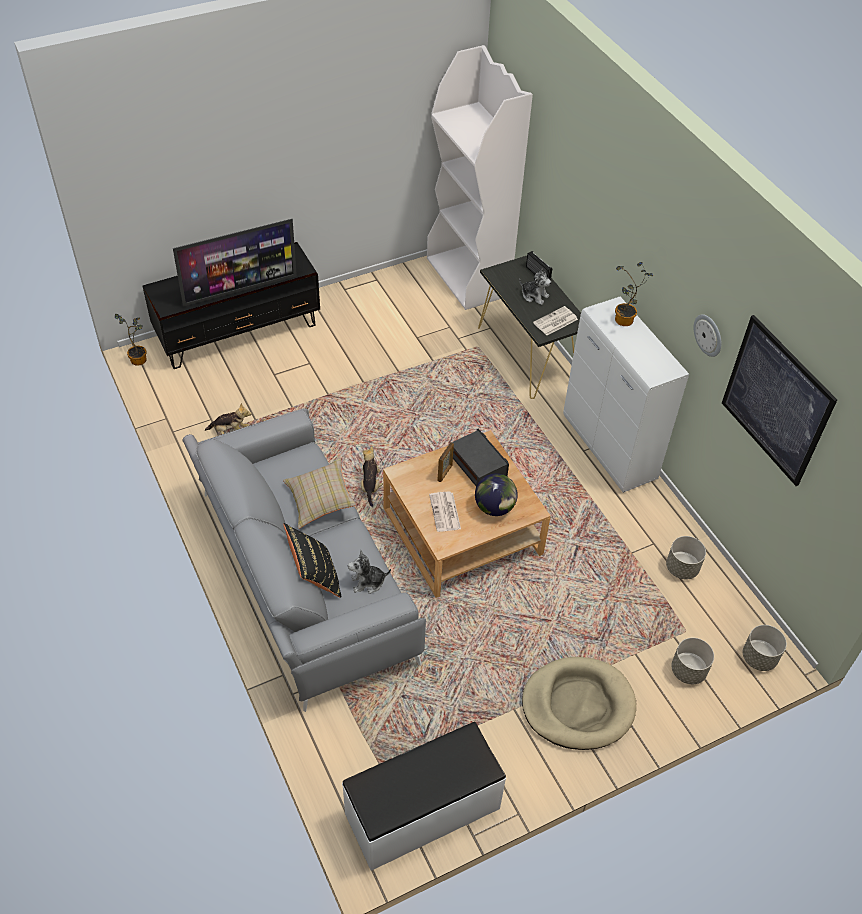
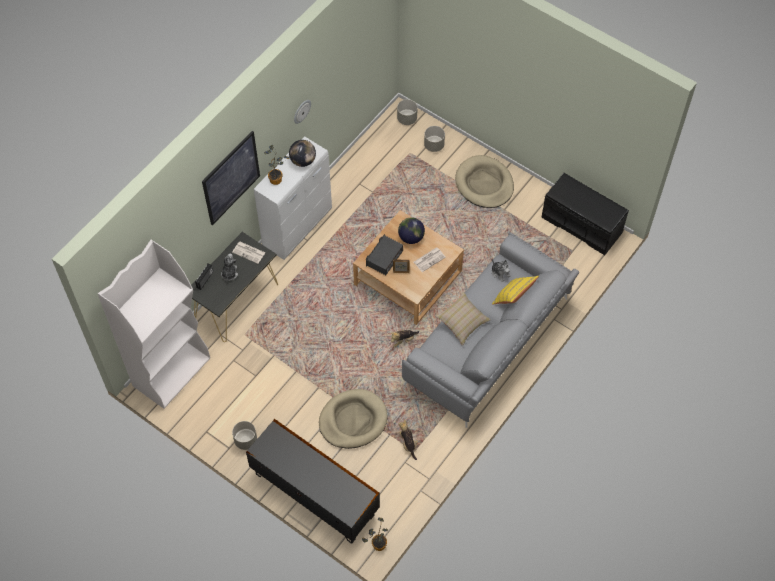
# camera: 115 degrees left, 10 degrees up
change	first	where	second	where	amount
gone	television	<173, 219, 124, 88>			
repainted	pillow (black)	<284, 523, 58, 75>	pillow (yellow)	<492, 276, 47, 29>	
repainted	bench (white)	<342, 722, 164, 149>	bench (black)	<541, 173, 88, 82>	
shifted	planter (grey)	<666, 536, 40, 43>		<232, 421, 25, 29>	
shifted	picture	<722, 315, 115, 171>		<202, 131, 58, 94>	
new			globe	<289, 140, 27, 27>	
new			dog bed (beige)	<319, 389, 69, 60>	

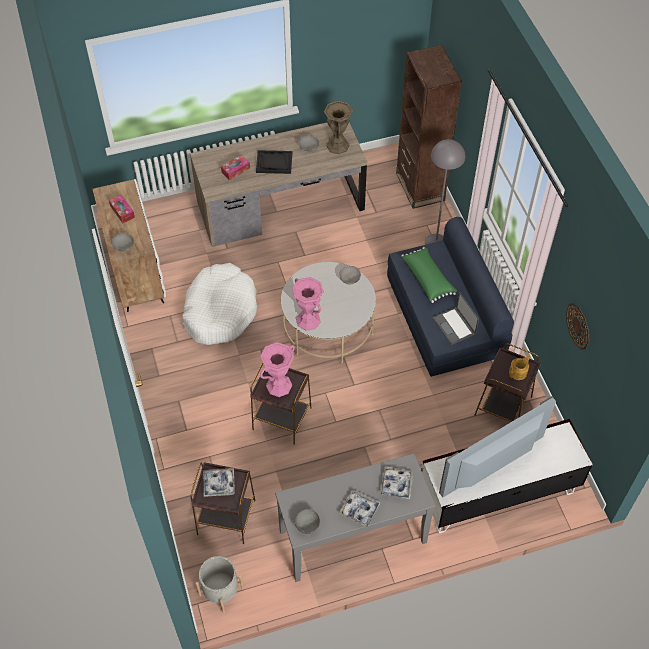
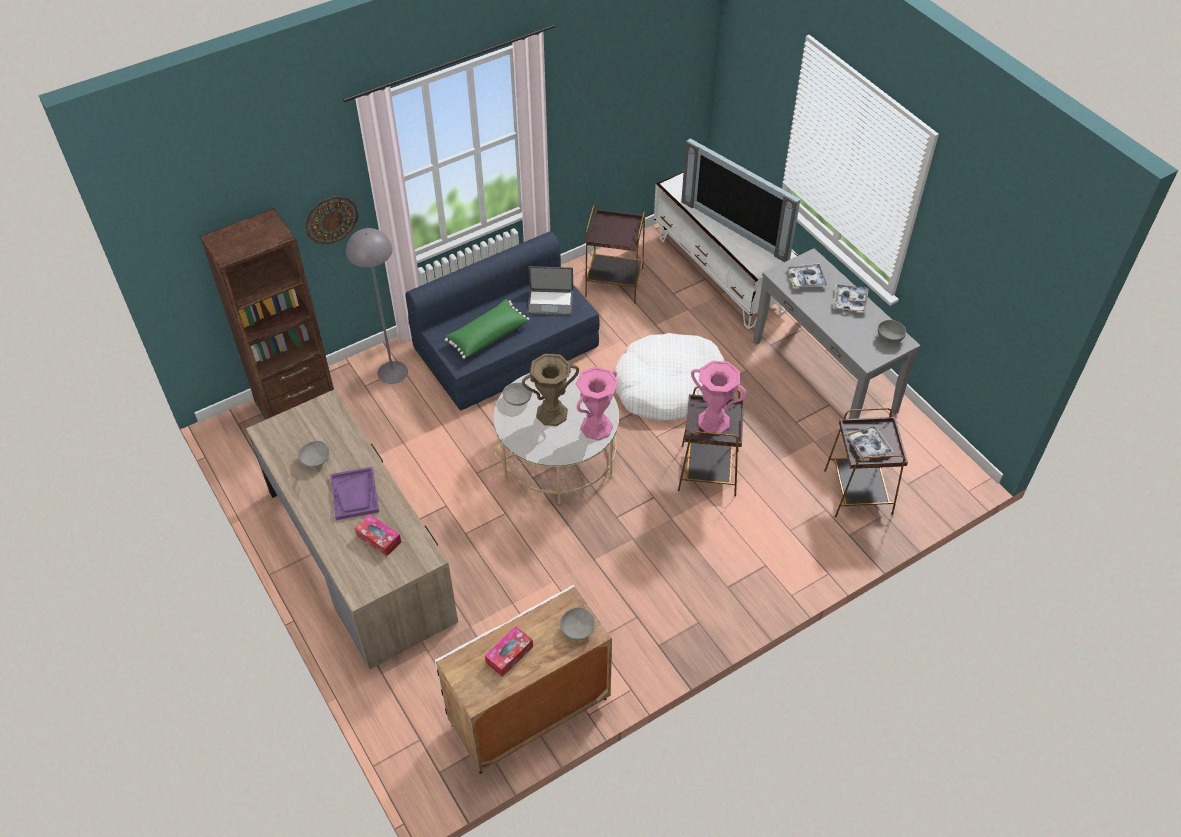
# camera: 105 degrees left, 5 degrees down
change	first	where	second	where	amount
shifted	dog bed (white)	<182, 263, 75, 82>		<613, 333, 111, 88>	
gone	planter (grey)	<196, 556, 48, 58>			
repainted	tray (black)	<256, 150, 36, 24>	tray (purple)	<330, 467, 49, 53>	
shifted	vase (brown)	<324, 100, 29, 54>		<522, 354, 57, 72>	
rotated	laptop	<433, 292, 46, 53>		<527, 266, 46, 50>	45 degrees clockwise
gone	teapot	<509, 355, 21, 25>			
shifted	wall clock	<566, 303, 23, 47>		<305, 196, 54, 48>	

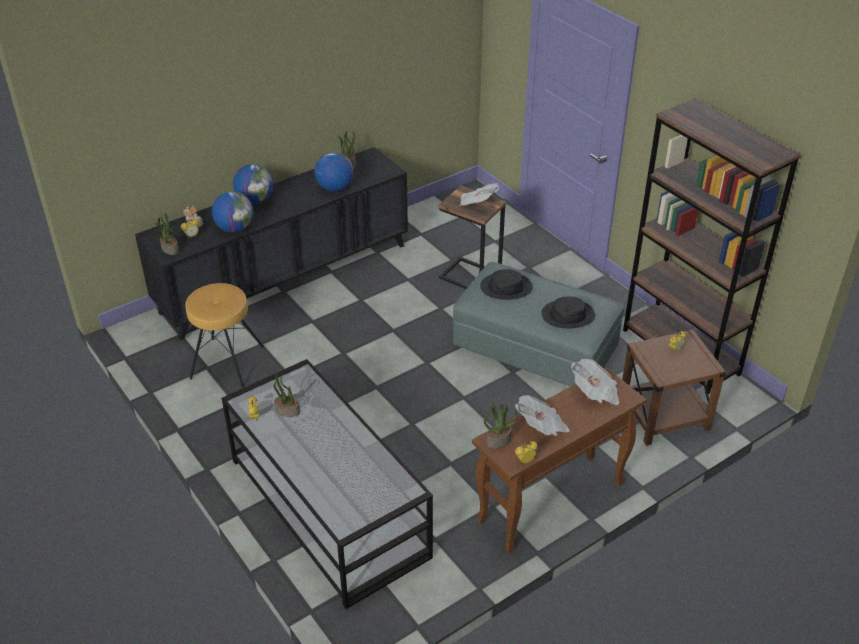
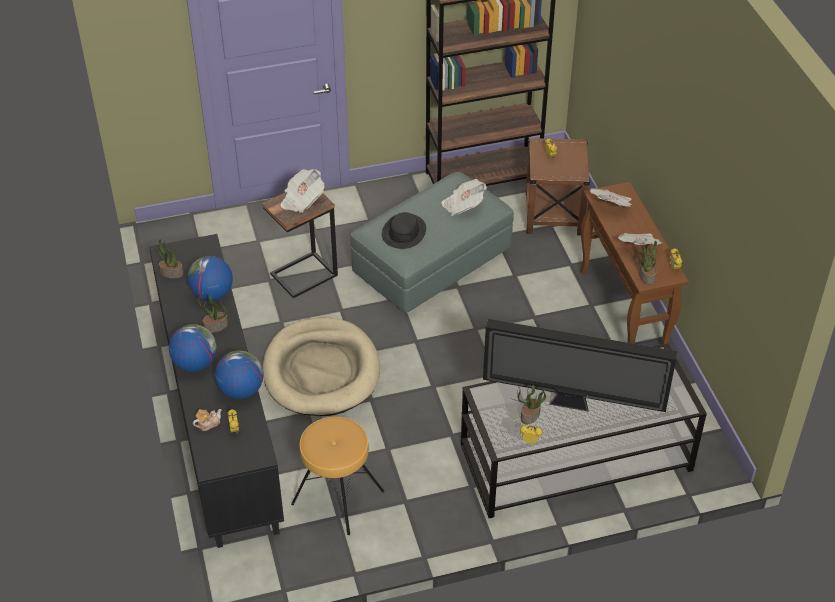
# camera: 70 degrees left, 5 degrees up
change	first	where	second	where	amount
shifted	potted plant	<155, 213, 24, 42>		<198, 295, 30, 38>	
swapped	hat (black)	<541, 296, 54, 32>	newspaper	<441, 179, 46, 37>	
new			dog bed (beige)	<263, 318, 117, 98>	
new			television	<483, 319, 194, 93>	

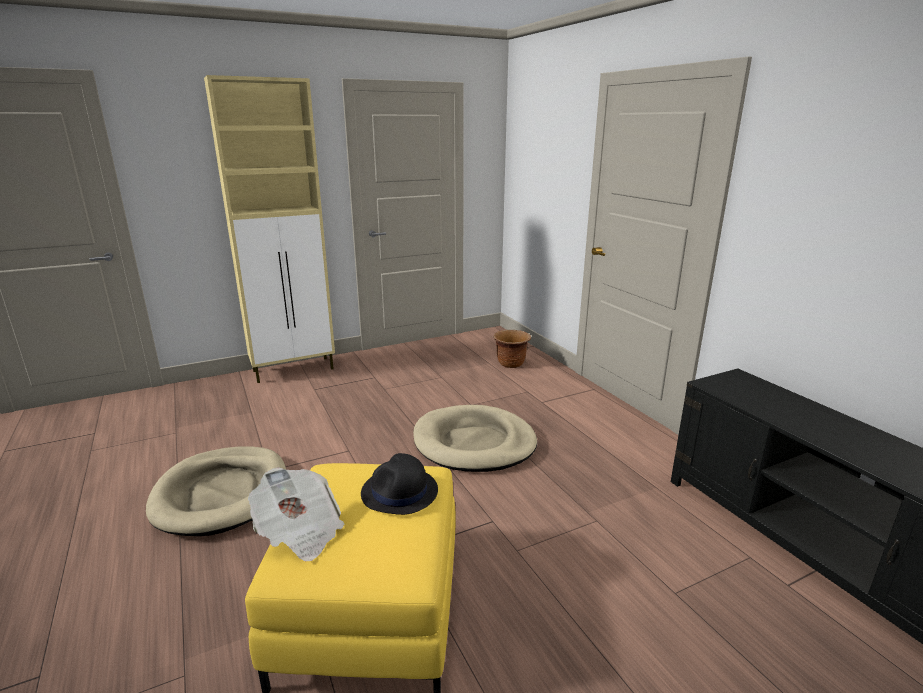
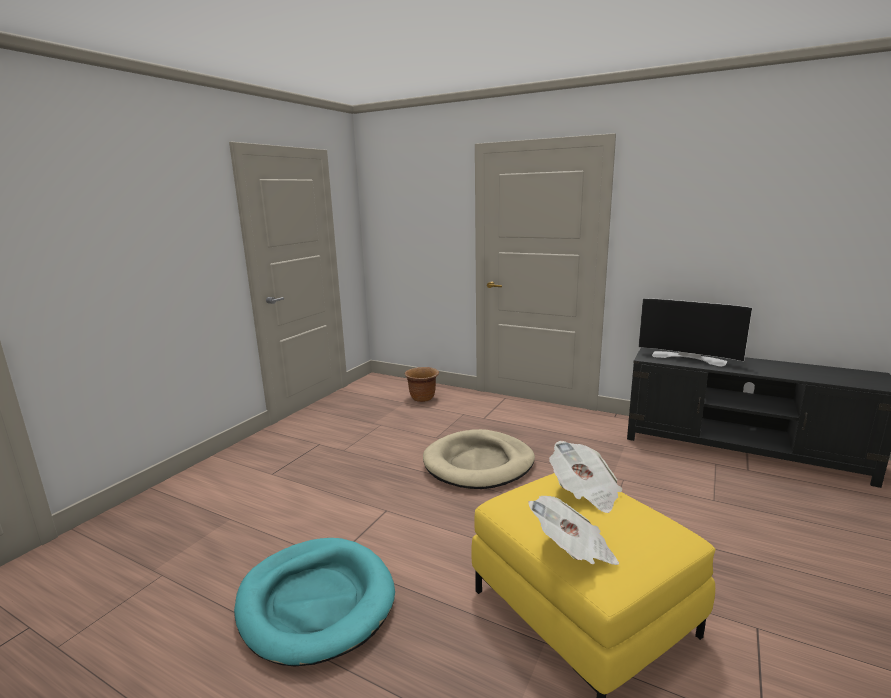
# camera: 35 degrees left, 5 degrees down
change	first	where	second	where	amount
repainted	dog bed (beige)	<146, 446, 140, 90>	dog bed (turquoise)	<234, 538, 161, 129>	
gone	cabinet (beige)	<204, 75, 131, 308>			
swapped	hat (black)	<361, 453, 77, 62>	newspaper	<549, 441, 73, 72>	
new			television	<638, 298, 115, 69>	

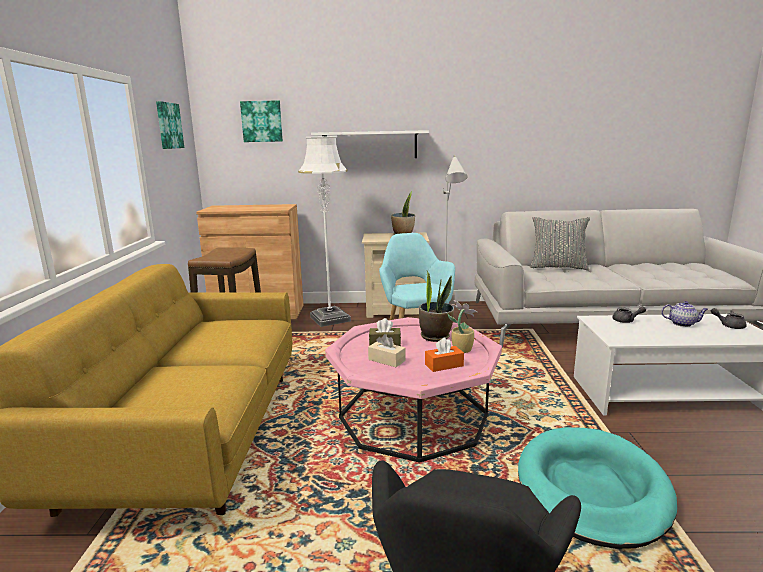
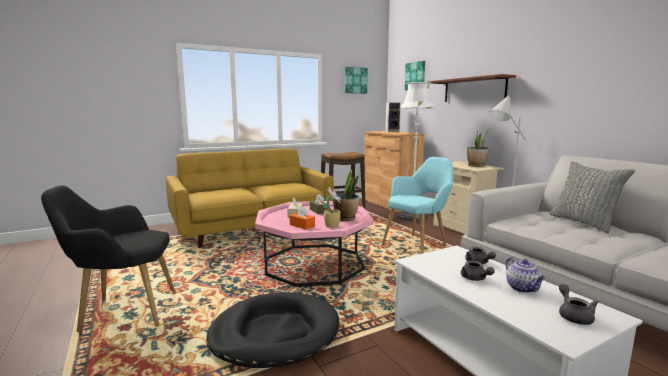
# camera: 60 degrees right, 5 degrees down
change	first	where	second	where	amount
repainted	shelf (white)	<311, 130, 118, 28>	shelf (brown)	<427, 74, 89, 28>	
repainted	dog bed (turquoise)	<518, 427, 159, 122>	dog bed (black)	<206, 293, 133, 75>	
new			speaker	<385, 102, 16, 30>	
new			teapot (grey)	<461, 260, 34, 21>	

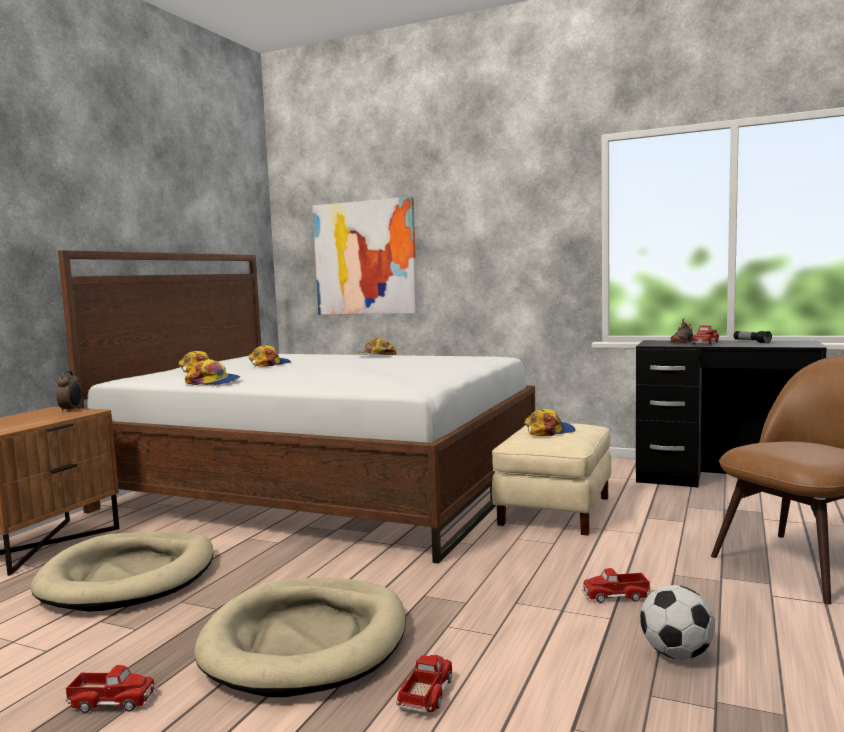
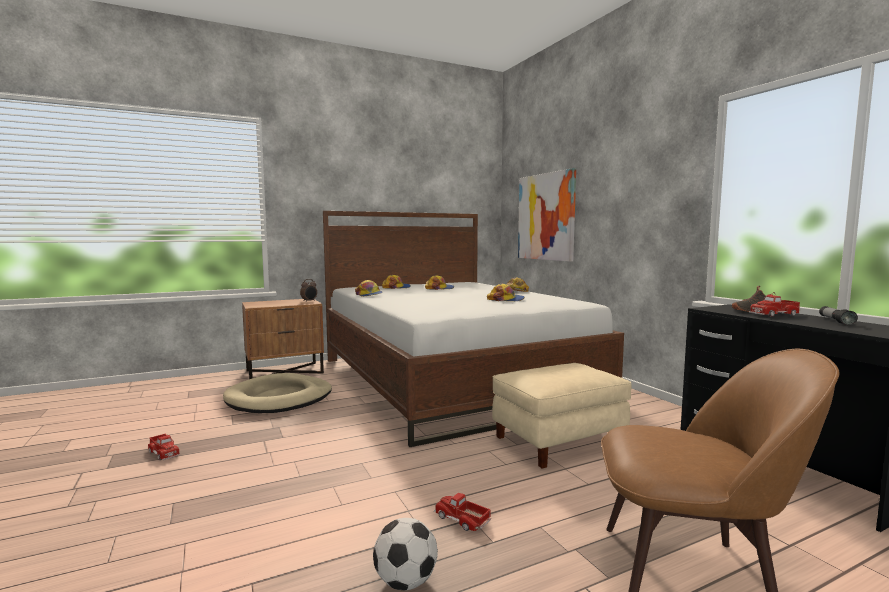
# camera: 40 degrees right, 0 degrees up
change	first	where	second	where	amount
gone	dog bed (beige)	<194, 578, 212, 119>			
gone	toy truck	<396, 655, 56, 58>			
shifted	cap	<525, 409, 50, 27>		<487, 284, 38, 17>	

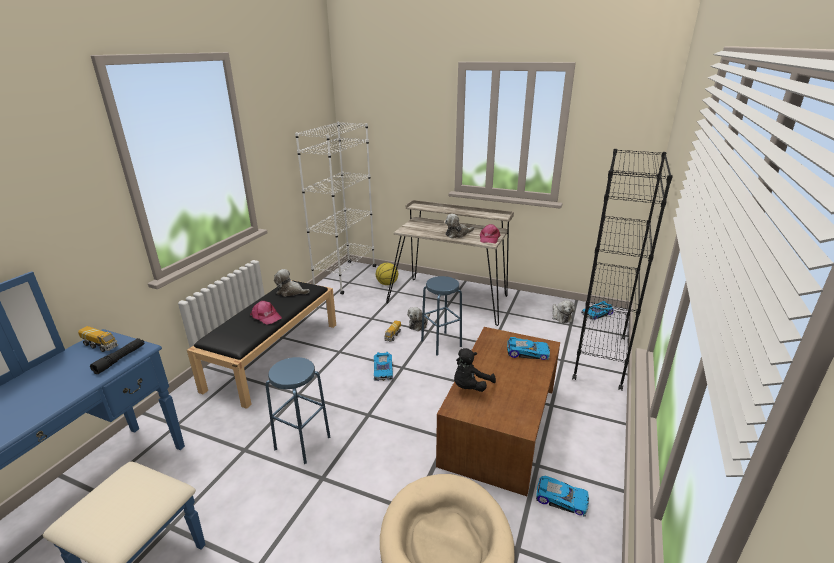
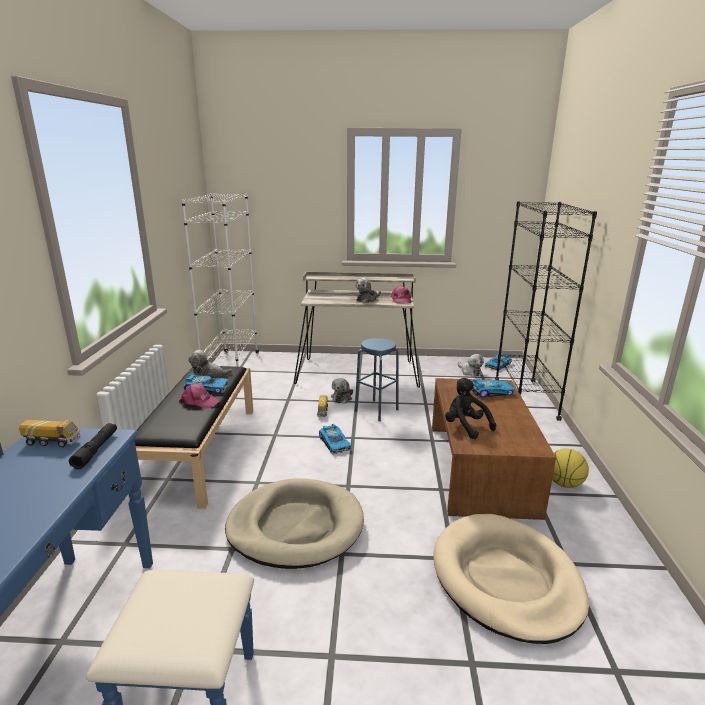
# camera: 20 degrees left, 5 degrees down
change	first	where	second	where	amount
swapped	stool (blue)	<266, 357, 65, 107>	dog bed (beige)	<225, 478, 139, 91>	
shifted	basketball	<376, 263, 22, 22>		<552, 448, 37, 40>	
rotated	plush toy (black)	<454, 348, 42, 44>		<445, 378, 51, 61>	120 degrees clockwise
shifted	toy car	<536, 476, 53, 41>		<184, 374, 45, 19>	

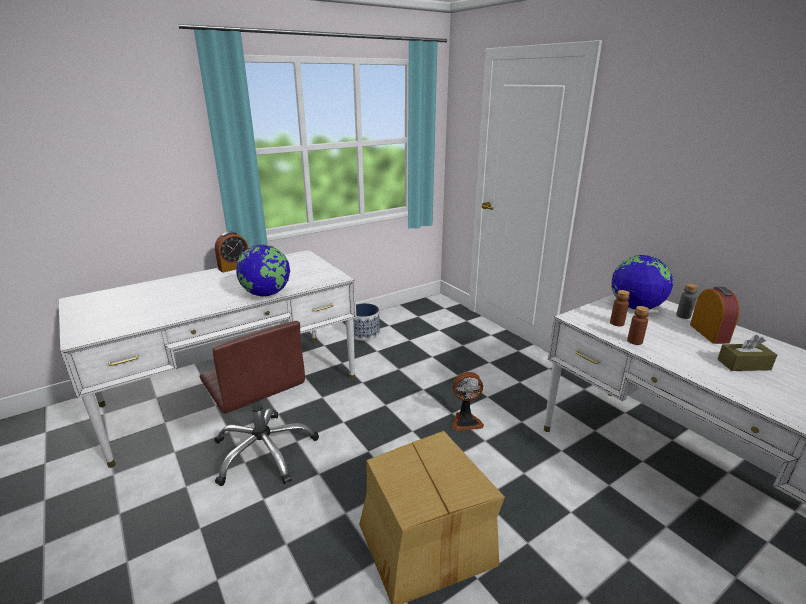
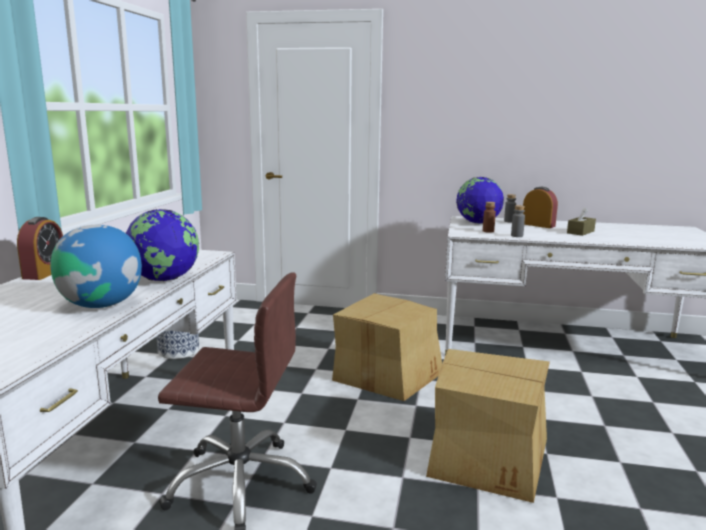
# camera: 45 degrees left, 10 degrees down
change	first	where	second	where	amount
swapped	fan	<452, 372, 32, 59>	cardboard box	<332, 293, 110, 108>	
repainted	bottle (brown)	<627, 306, 22, 39>	bottle (grey)	<511, 205, 14, 32>	
new			globe	<50, 225, 92, 83>	

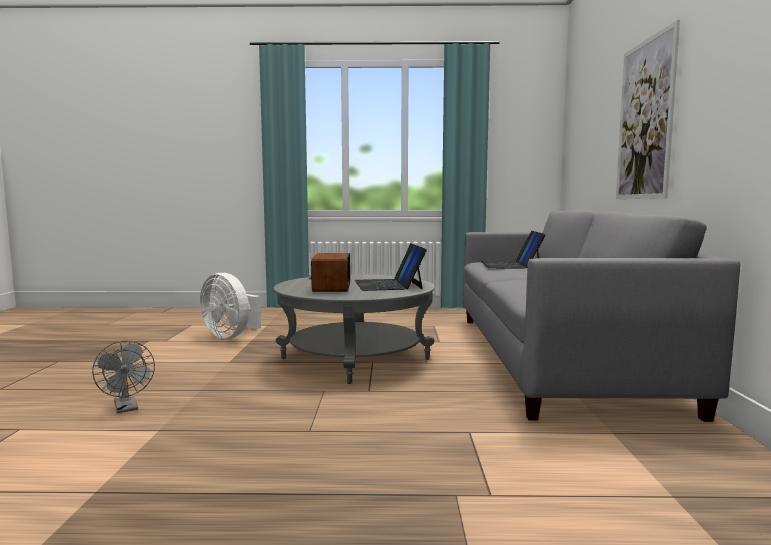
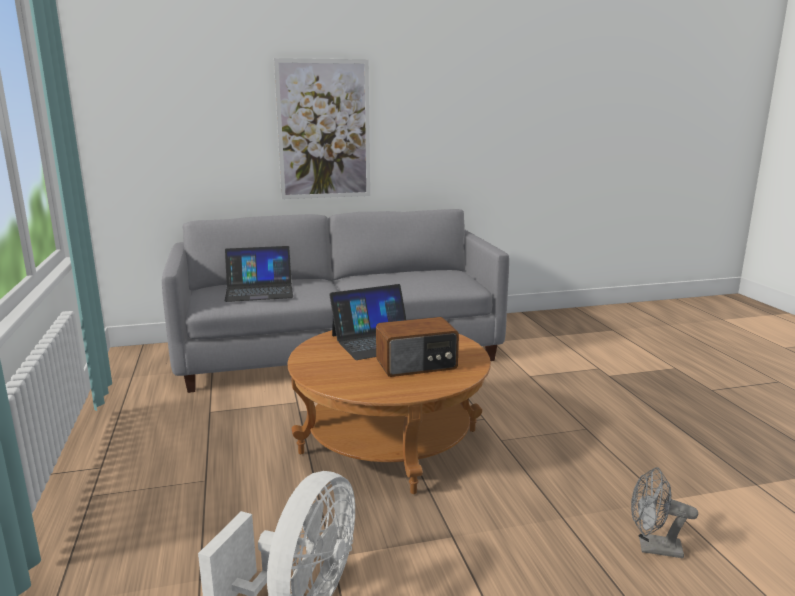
# camera: 105 degrees left, 10 degrees up
change	first	where	second	where	amount
rotated	fan (grey)	<92, 340, 63, 73>		<631, 467, 67, 91>	120 degrees counterclockwise
repainted	coffee table (grey)	<274, 274, 161, 110>	coffee table (brown)	<288, 330, 203, 164>	

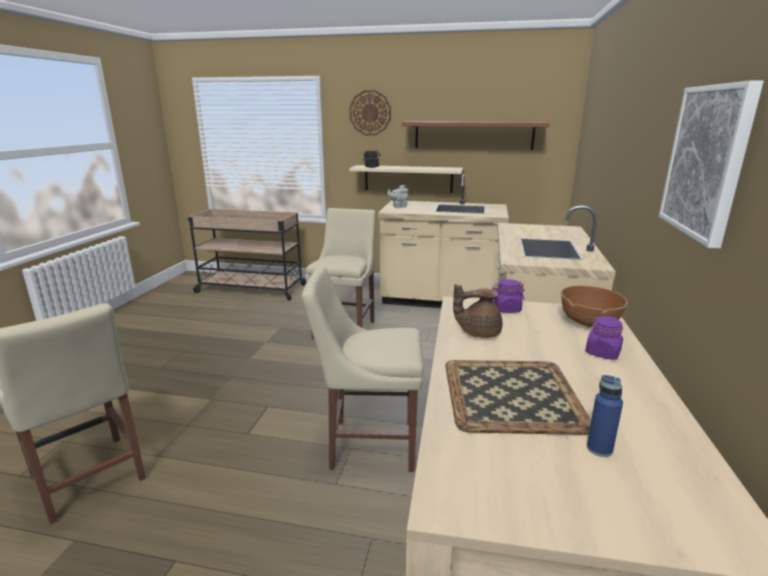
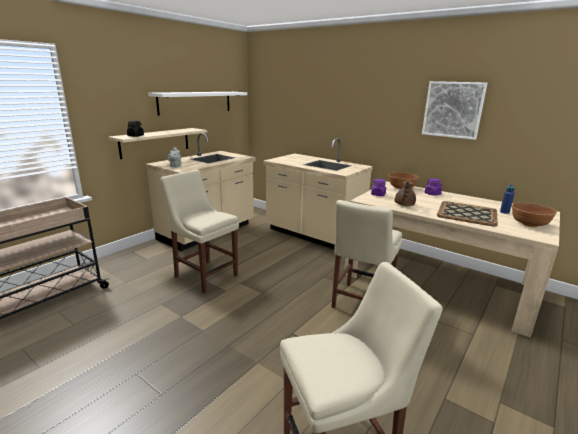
# camera: 65 degrees left, 0 degrees up
change	first	where	second	where	amount
gone	wall clock	<349, 90, 42, 45>			
repainted	shelf (brown)	<402, 121, 148, 29>	shelf (white)	<148, 92, 99, 24>	
new			bowl (brown)	<512, 203, 45, 25>	

